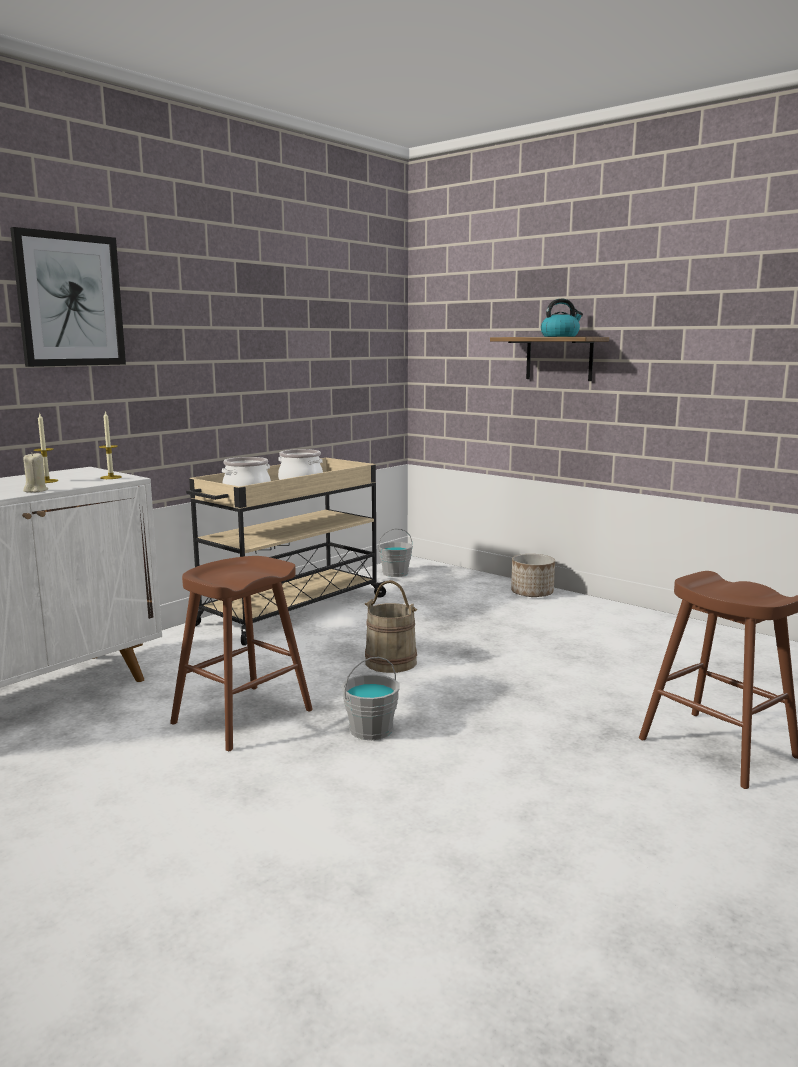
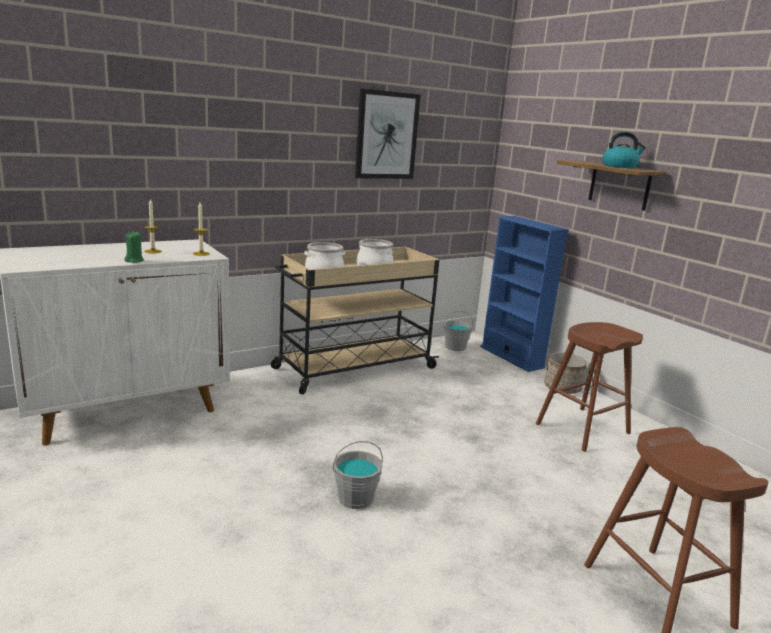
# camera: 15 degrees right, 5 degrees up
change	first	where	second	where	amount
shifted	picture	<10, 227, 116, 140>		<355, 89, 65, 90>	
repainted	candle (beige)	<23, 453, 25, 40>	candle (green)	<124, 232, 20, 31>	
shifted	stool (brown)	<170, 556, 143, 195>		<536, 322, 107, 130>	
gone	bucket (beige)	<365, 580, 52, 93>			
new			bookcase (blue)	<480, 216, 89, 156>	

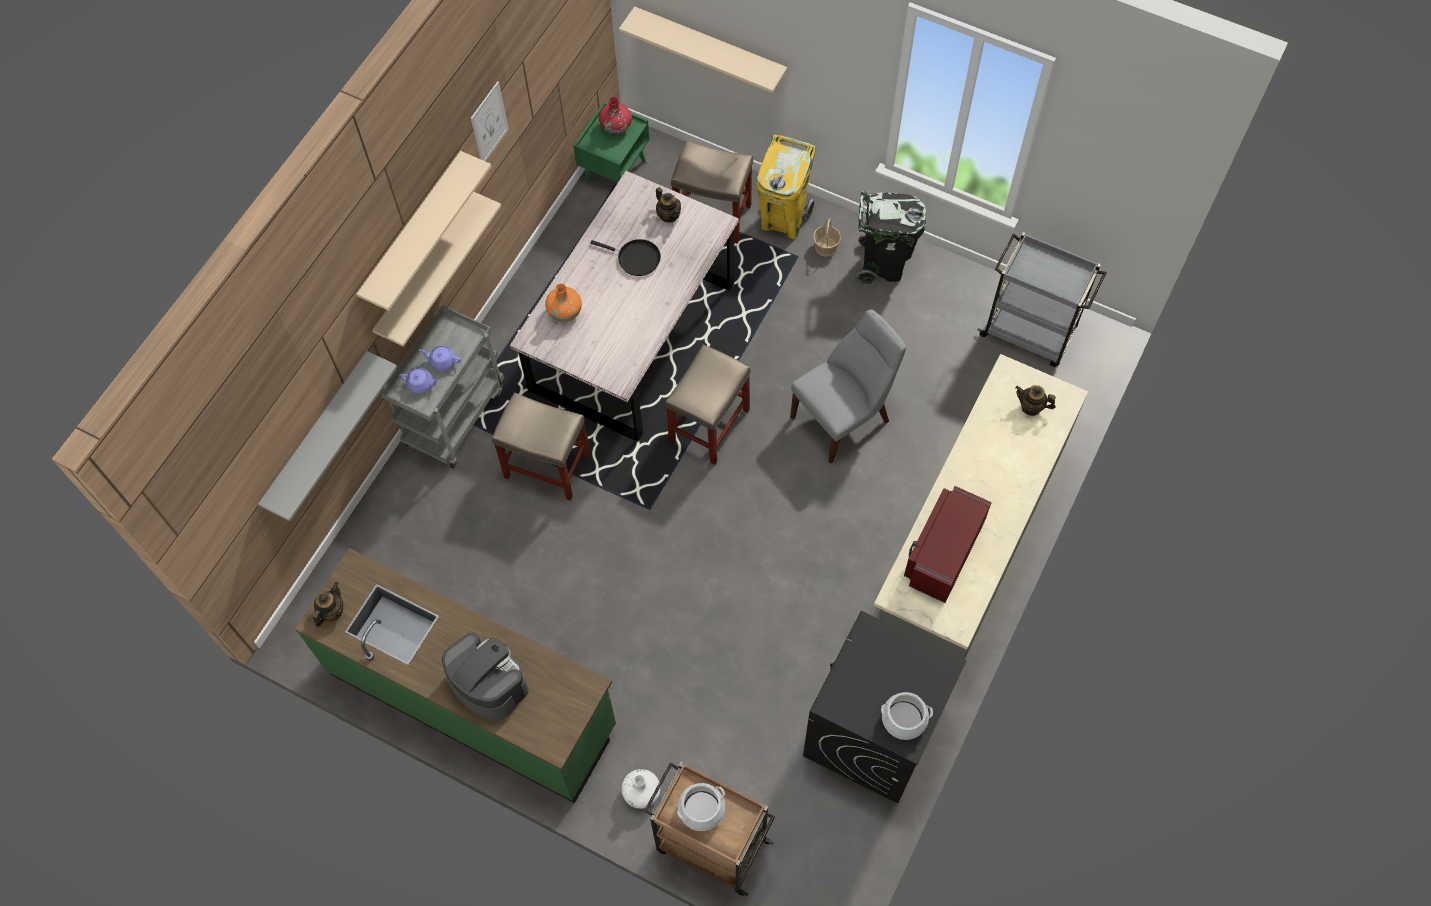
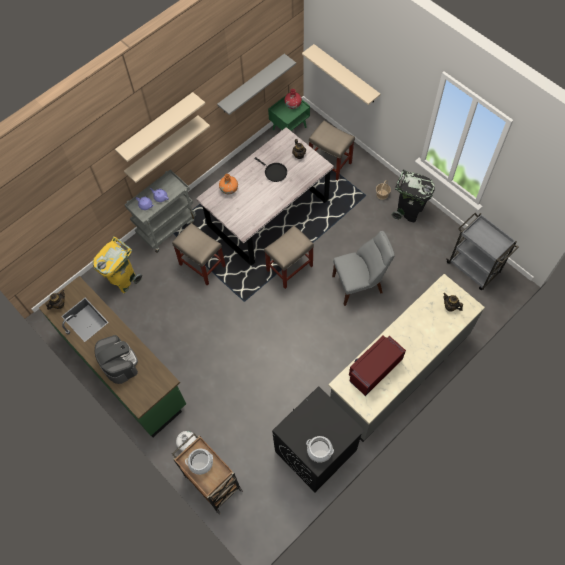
# camera: 20 degrees right, 0 degrees up
change	first	where	second	where	amount
shifted	shelf (grey)	<258, 351, 139, 171>		<217, 54, 79, 61>	
gone	picture	<471, 81, 38, 80>			
shifted	trash can (yellow)	<756, 134, 60, 105>		<93, 236, 49, 57>	

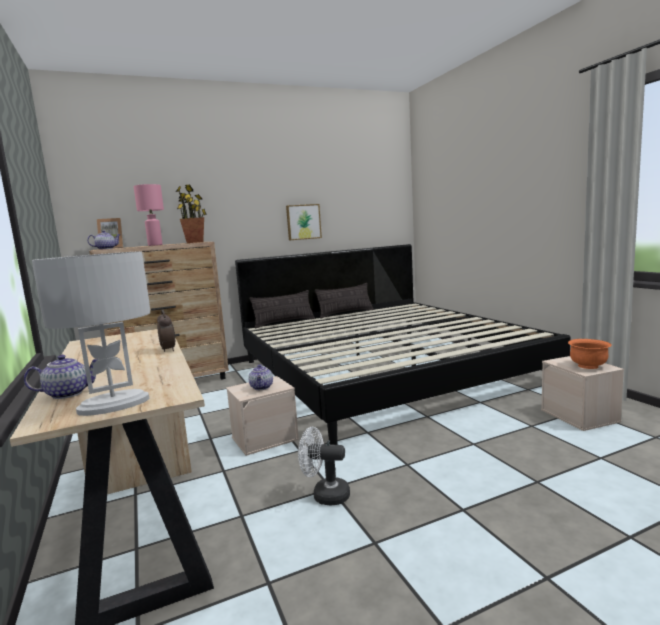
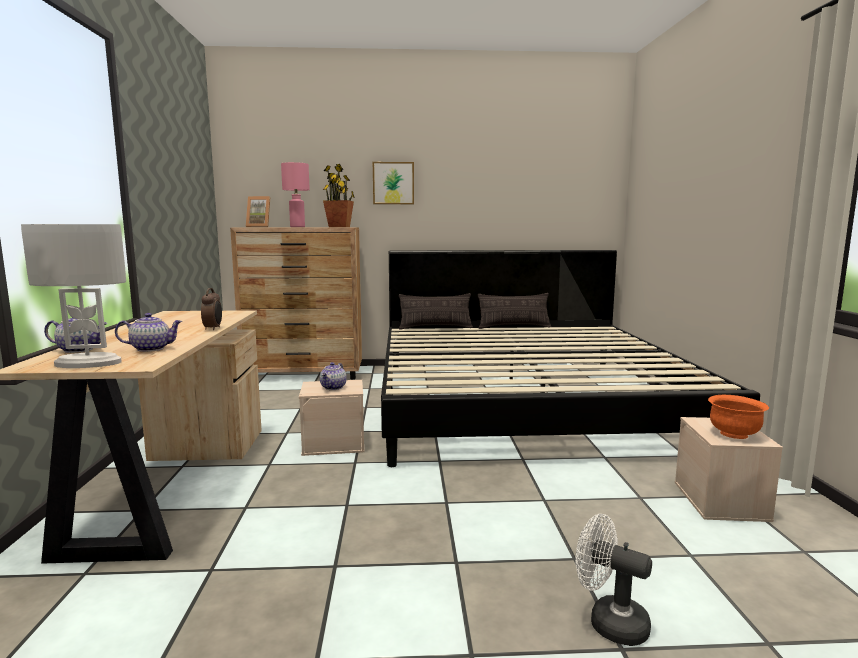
# camera: 20 degrees right, 0 degrees up
change	first	where	second	where	amount
shifted	teapot	<87, 230, 34, 20>		<115, 313, 68, 39>	
shifted	picture	<286, 204, 36, 36>		<373, 162, 41, 42>	
shifted	fan (white)	<298, 427, 52, 78>		<575, 514, 77, 132>	

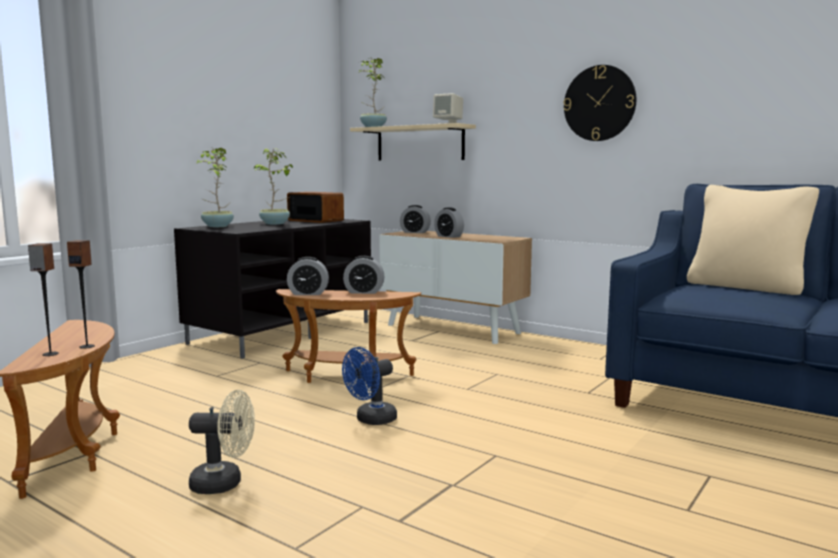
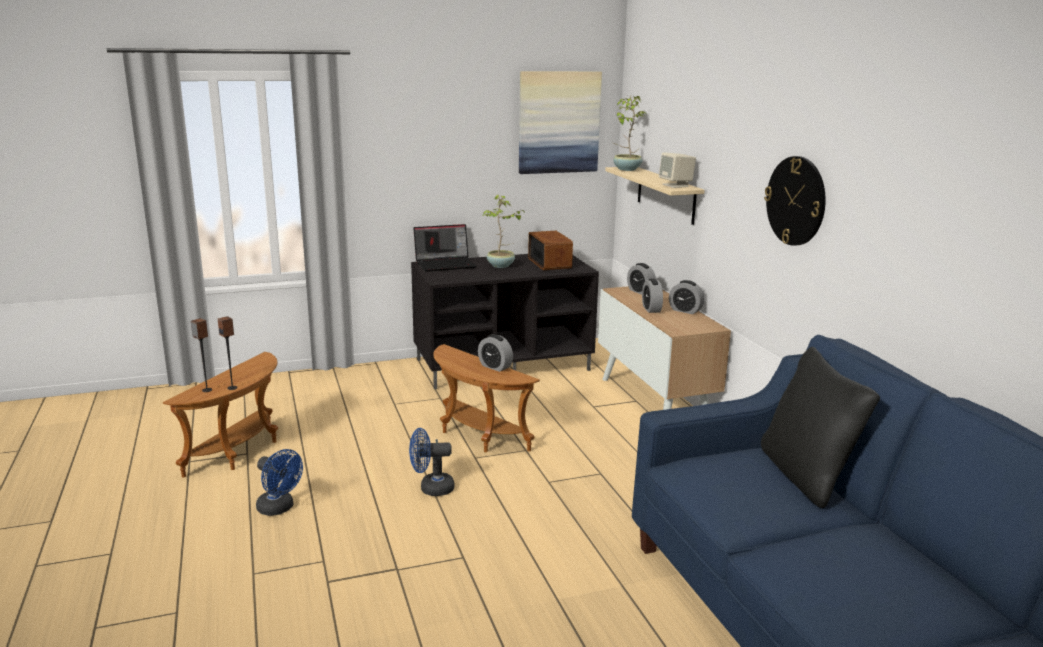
# camera: 35 degrees right, 10 degrees up
change	first	where	second	where	amount
repainted	fan (beige)	<189, 390, 66, 104>	fan (blue)	<256, 449, 47, 67>	
swapped	potted plant	<196, 148, 38, 79>	laptop	<413, 224, 64, 48>	
shifted	alarm clock	<287, 257, 42, 38>		<669, 280, 36, 34>	
repainted	pillow (beige)	<687, 185, 132, 110>	pillow (black)	<761, 347, 119, 161>	
new			picture	<519, 71, 83, 103>	

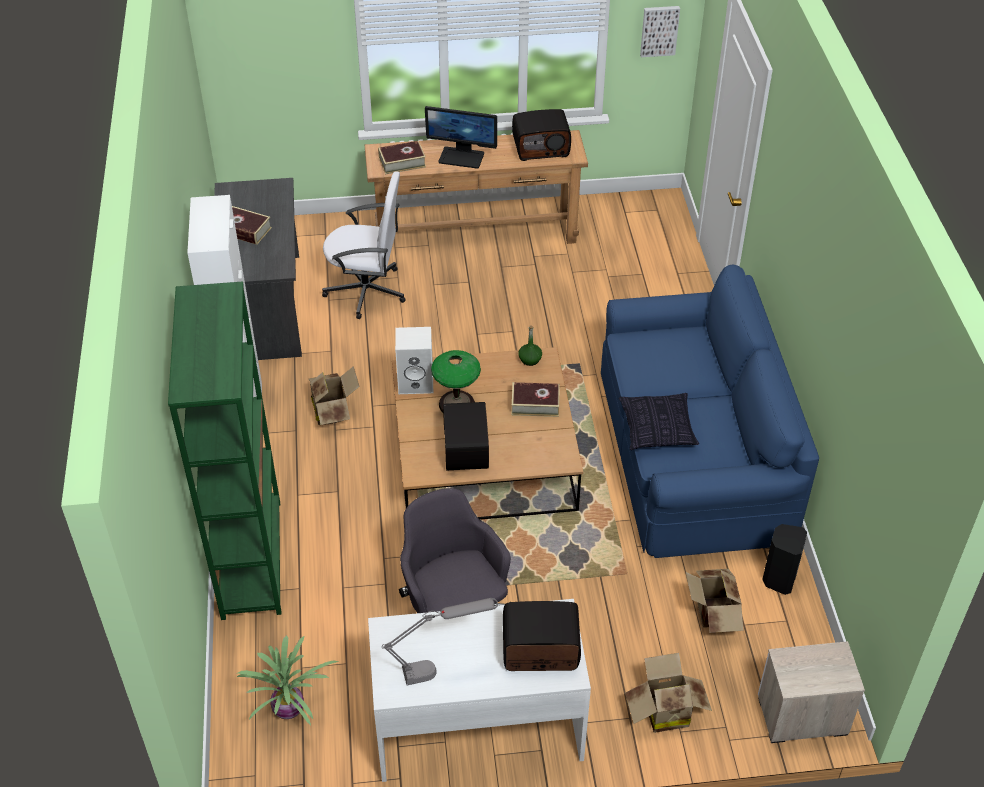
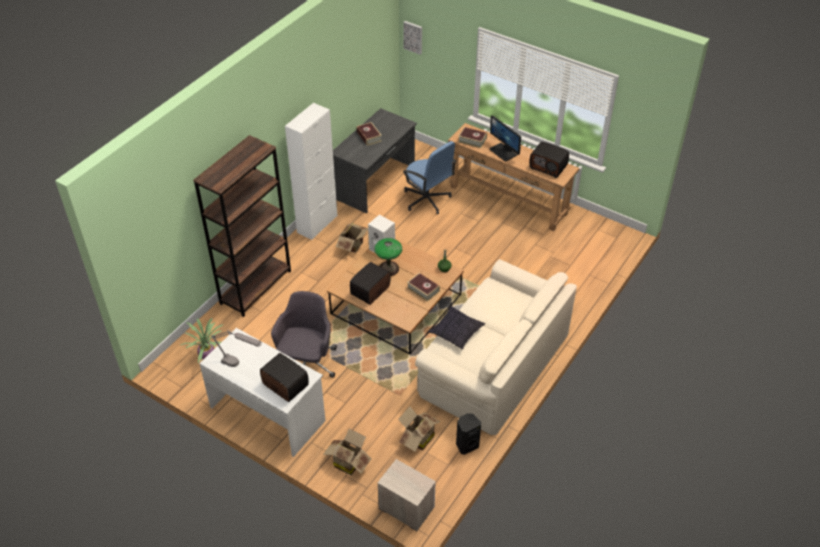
# camera: 40 degrees right, 0 degrees up
change	first	where	second	where	amount
repainted	bookcase (green)	<168, 281, 114, 339>	bookcase (brown)	<193, 135, 98, 182>	
repainted	office chair (white)	<322, 171, 83, 148>	office chair (blue)	<403, 141, 53, 73>	
repainted	sofa (blue)	<601, 265, 218, 293>	sofa (beige)	<415, 259, 162, 176>	
shifted	picture	<640, 6, 40, 51>		<403, 21, 19, 34>	

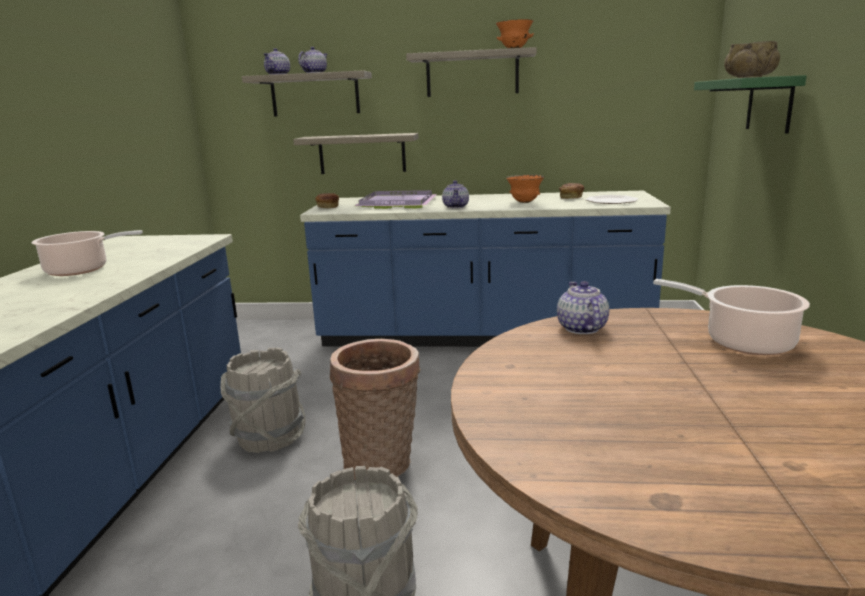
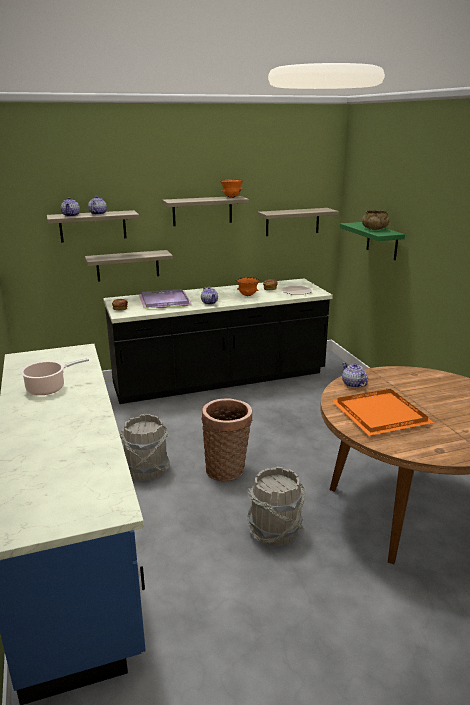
# camera: 25 degrees left, 5 degrees up
change	first	where	second	where	amount
repainted	counter (blue)	<300, 191, 371, 156>	counter (black)	<103, 279, 230, 125>	
gone	cooking pot	<653, 279, 157, 76>			
new			shelf	<258, 208, 81, 28>	
new			tray (orange)	<332, 389, 102, 47>	

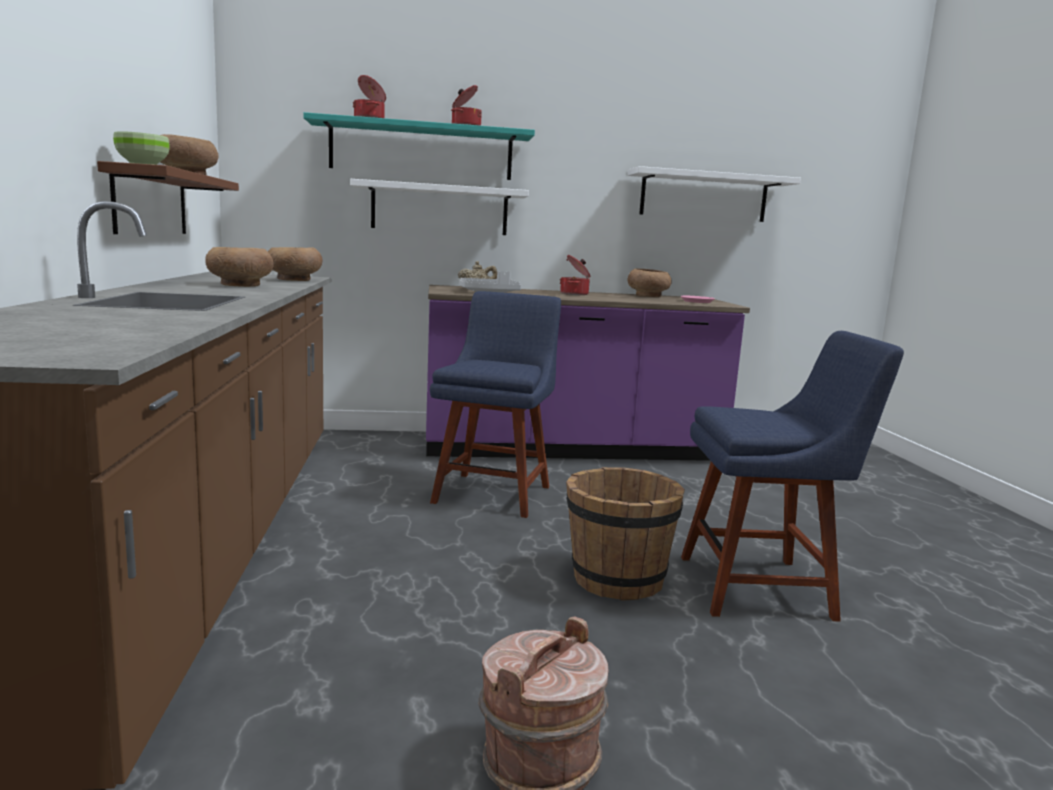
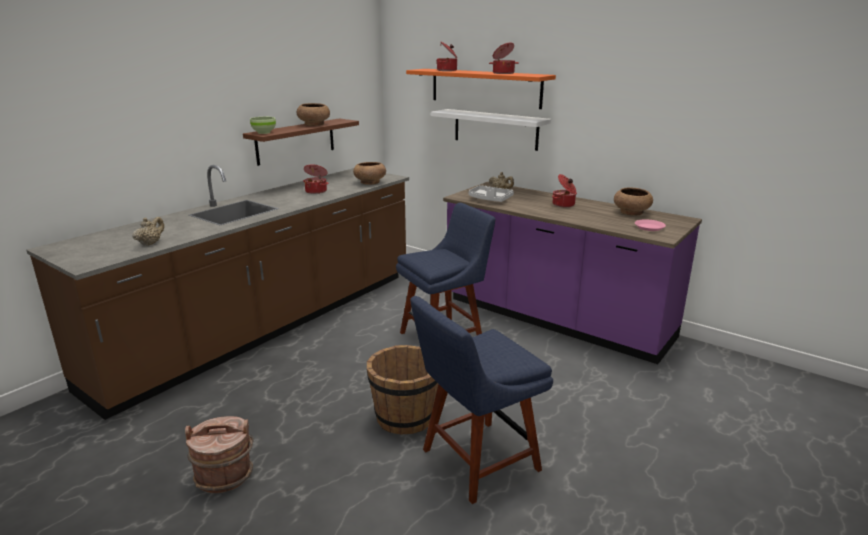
# camera: 45 degrees right, 10 degrees up
change	first	where	second	where	amount
swapped	bowl (brown)	<205, 247, 69, 40>	cooking pot	<303, 164, 25, 30>	
repainted	shelf (turquoise)	<304, 112, 231, 68>	shelf (orange)	<406, 69, 150, 40>	
gone	shelf (white)	<627, 166, 174, 56>			
rotated	chair (blue)	<681, 331, 223, 291>		<410, 296, 143, 208>	105 degrees clockwise
new			teapot (beige)	<132, 217, 32, 29>	

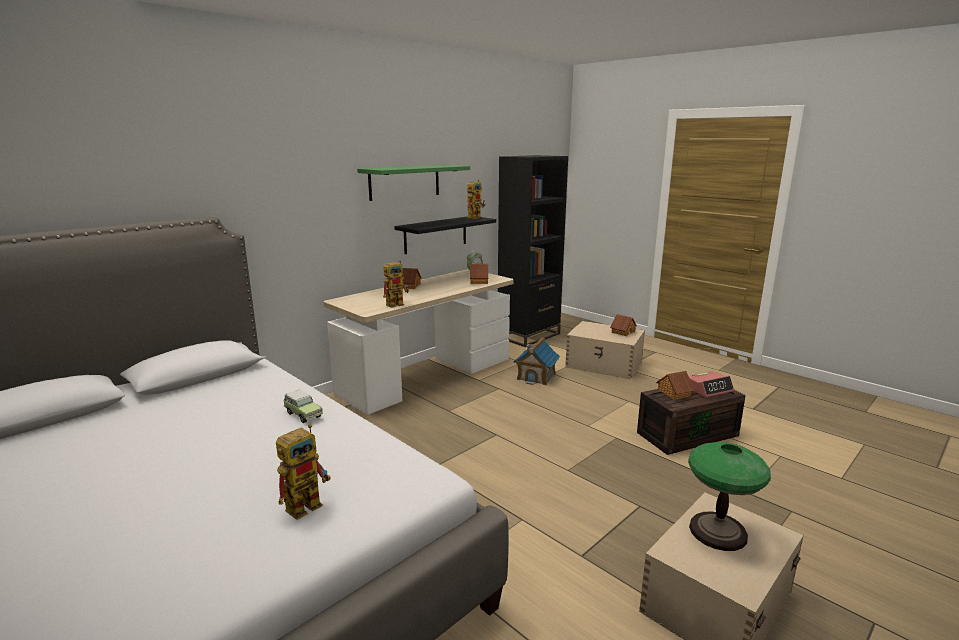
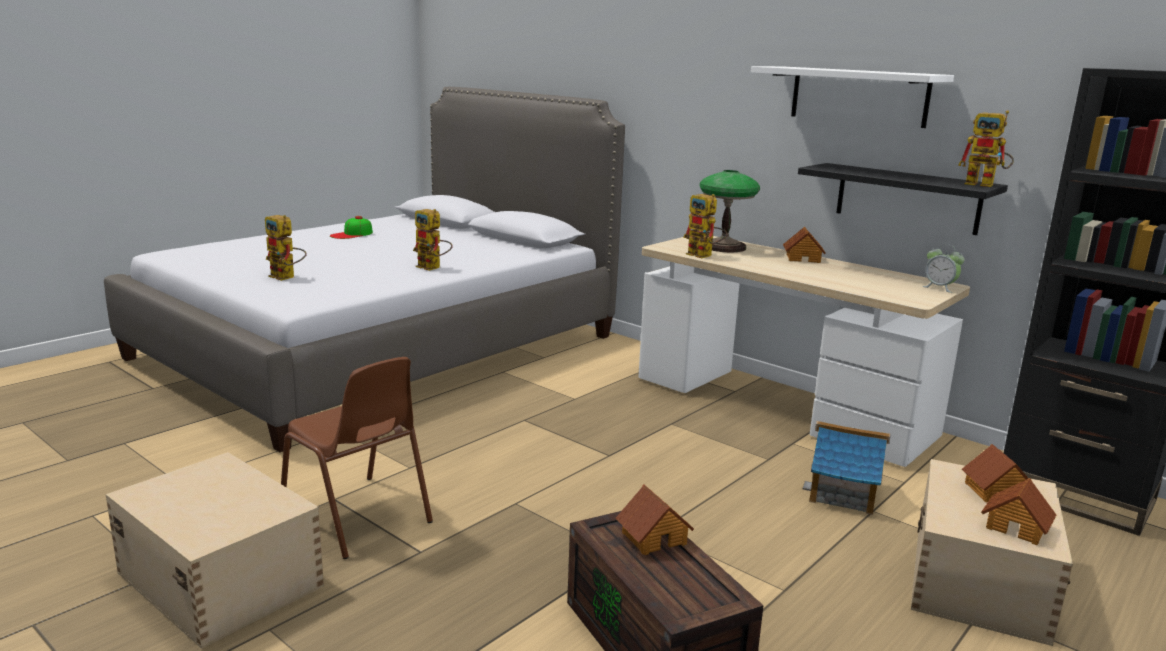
# camera: 85 degrees right, 0 degrees up
change	first	where	second	where	amount
swapped	toy car	<284, 389, 39, 34>	toy robot	<413, 209, 39, 62>	
repainted	shelf (green)	<357, 165, 113, 36>	shelf (white)	<751, 66, 203, 62>	
shifted	toy house	<470, 264, 18, 20>		<962, 444, 67, 59>	
shifted	table lamp	<688, 442, 83, 109>		<699, 170, 61, 83>	
gone	alarm clock	<689, 371, 45, 27>			
new			chair (brown)	<281, 357, 152, 202>	
new			cap	<330, 216, 43, 23>	

